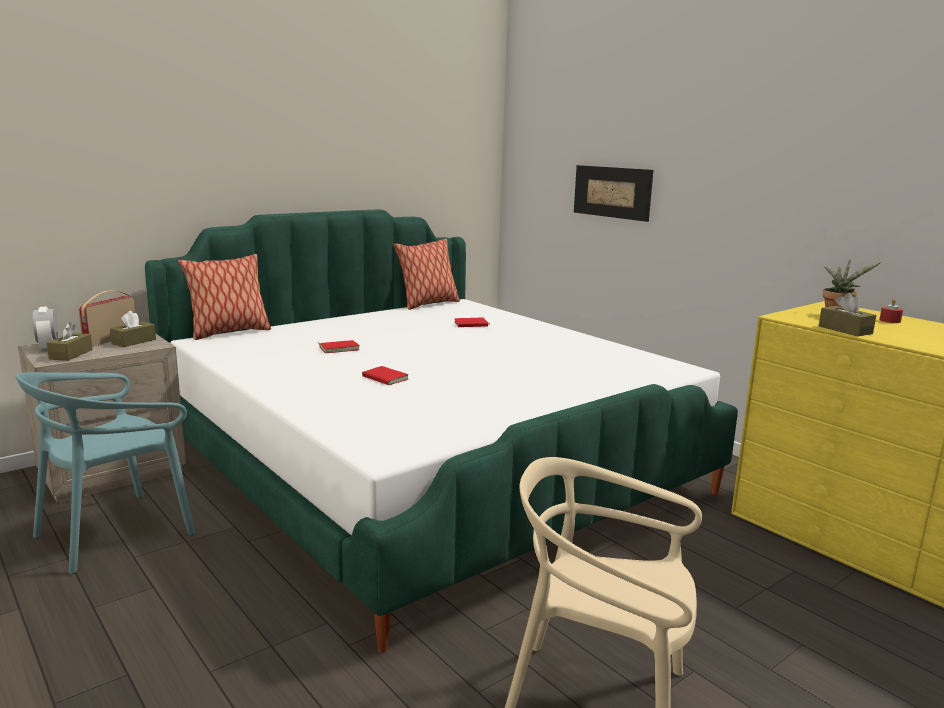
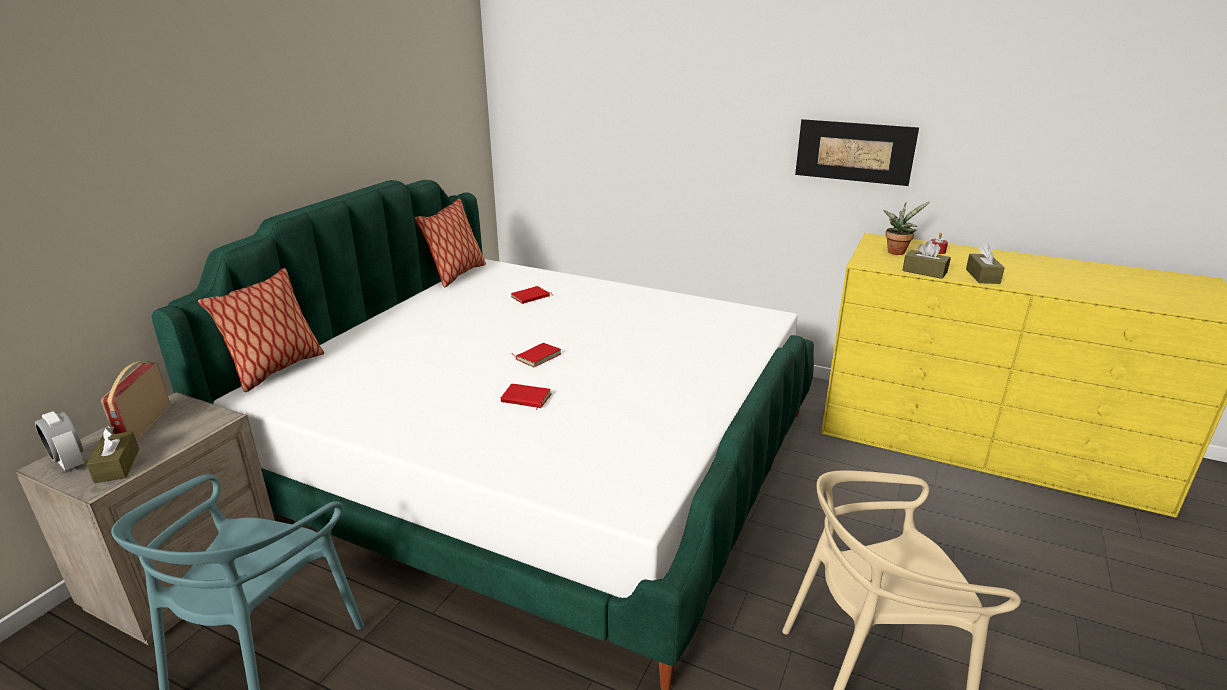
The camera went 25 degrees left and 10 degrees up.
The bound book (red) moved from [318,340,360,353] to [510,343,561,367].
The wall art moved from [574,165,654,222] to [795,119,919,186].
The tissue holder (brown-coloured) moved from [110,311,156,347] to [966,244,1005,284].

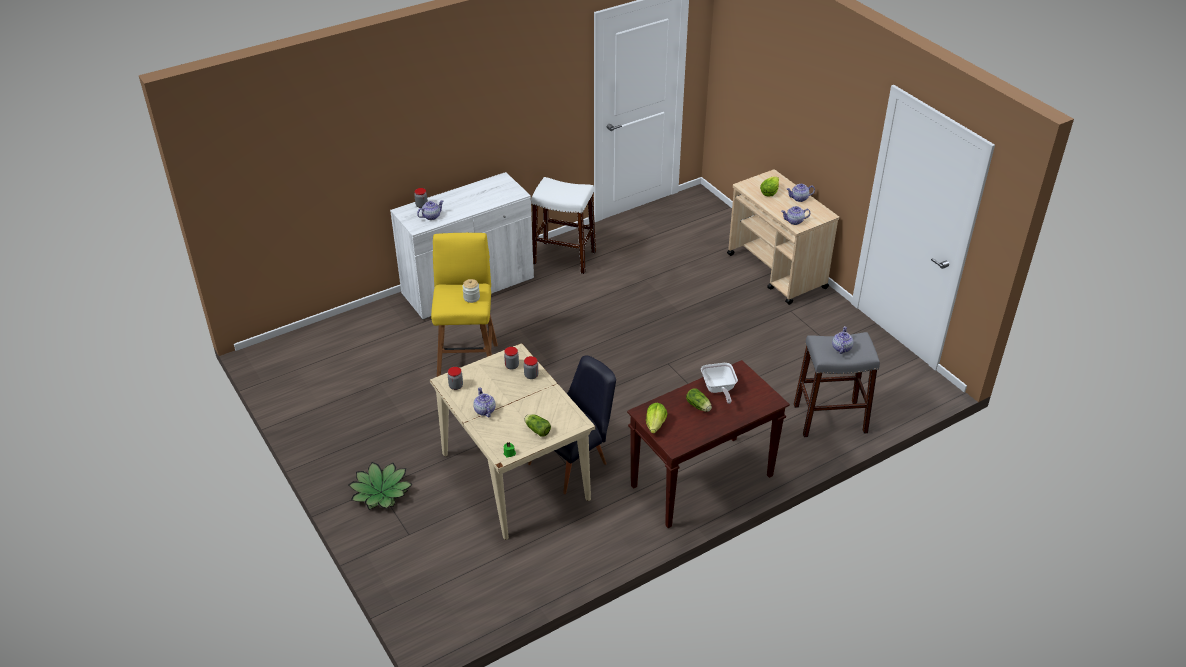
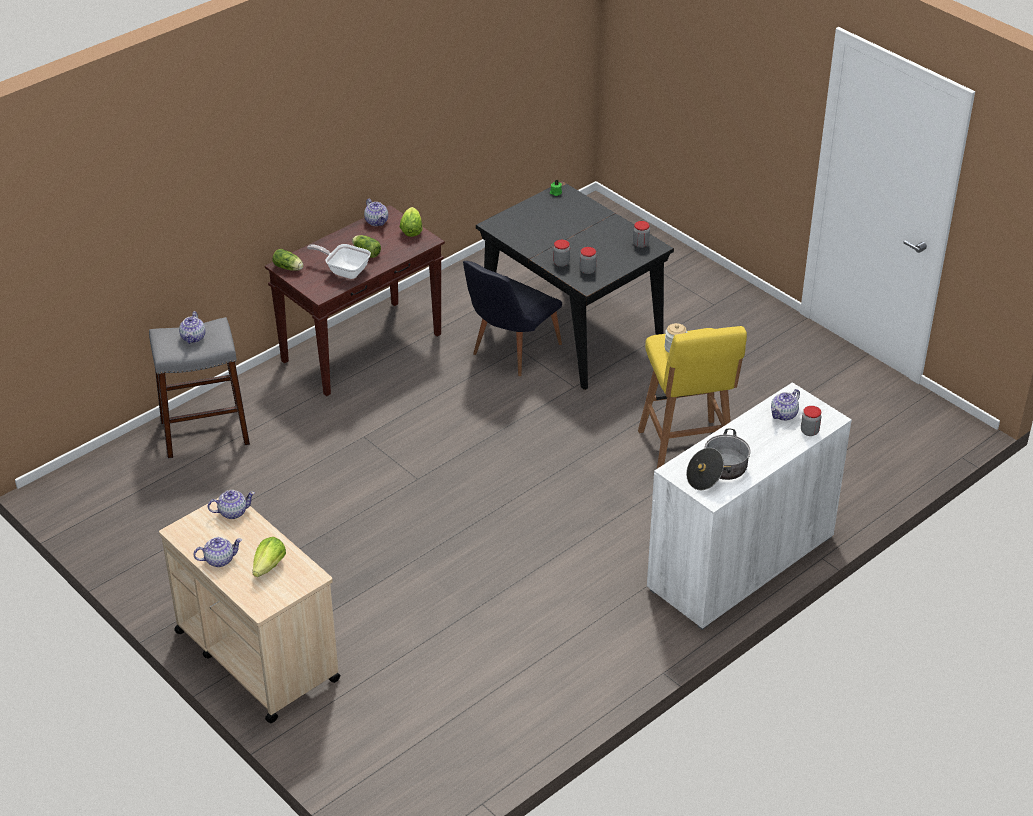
The camera went 170 degrees right and 0 degrees up.
The lettuce head moved from [524,414,551,437] to [272,249,304,271].
The skillet at [701,363,738,404] turned 45 degrees counterclockwise.
The teapot moved from [473,387,496,418] to [364,199,388,226].
The dining table (sand-coloured) at [430,343,595,540] became the dining table (black) at [476,181,674,390].
The stockpot at [686,428,750,490] appeared.
The plant in a pot at [348,462,413,510] disappeared.
The stool seat (white) at [531,177,596,274] disappeared.

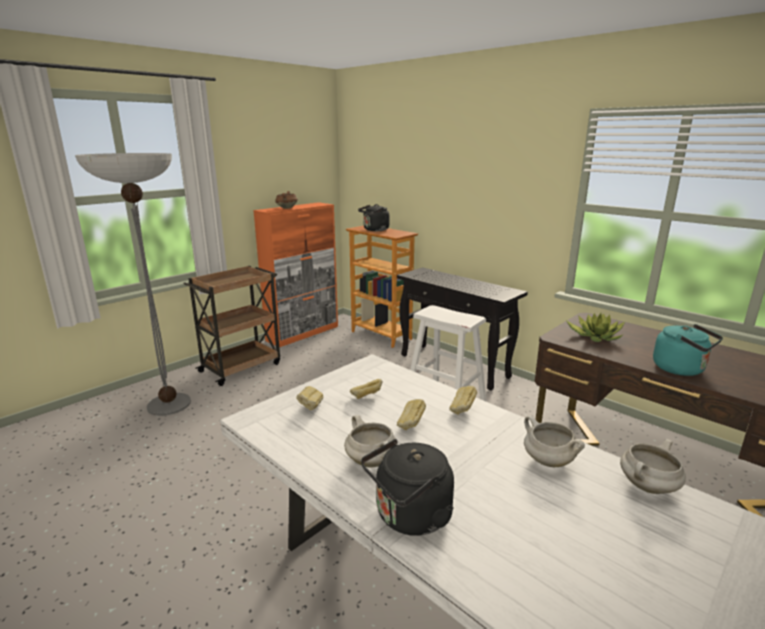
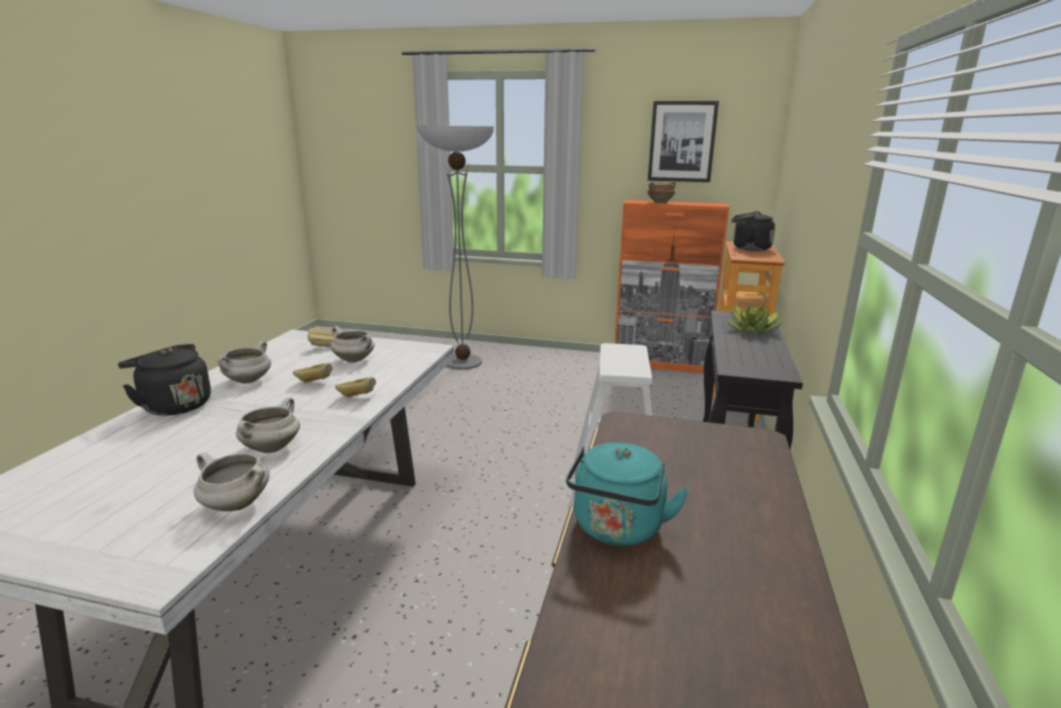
The camera went 60 degrees right and 0 degrees up.
The bakery bread at [350,379,383,399] was replaced by the stockpot (white) at [330,326,375,362].
The wall art at [648,101,719,182] appeared.
The plant in a pot moved from [566,313,625,342] to [725,304,784,334].
The cart (brown-coloured) at [183,266,280,386] disappeared.

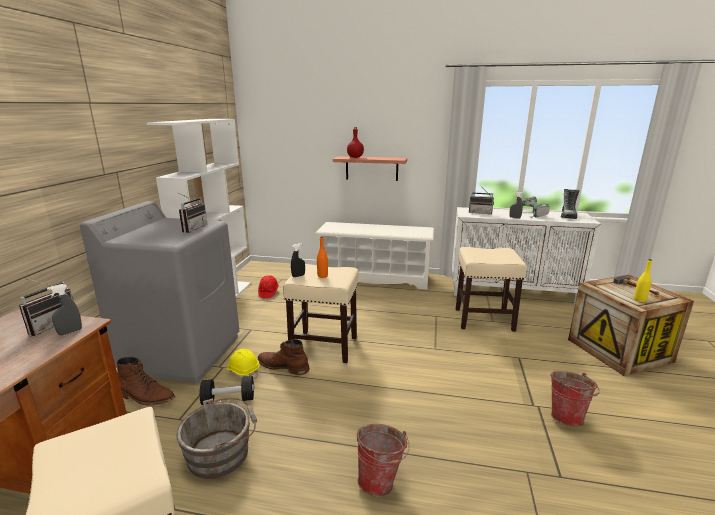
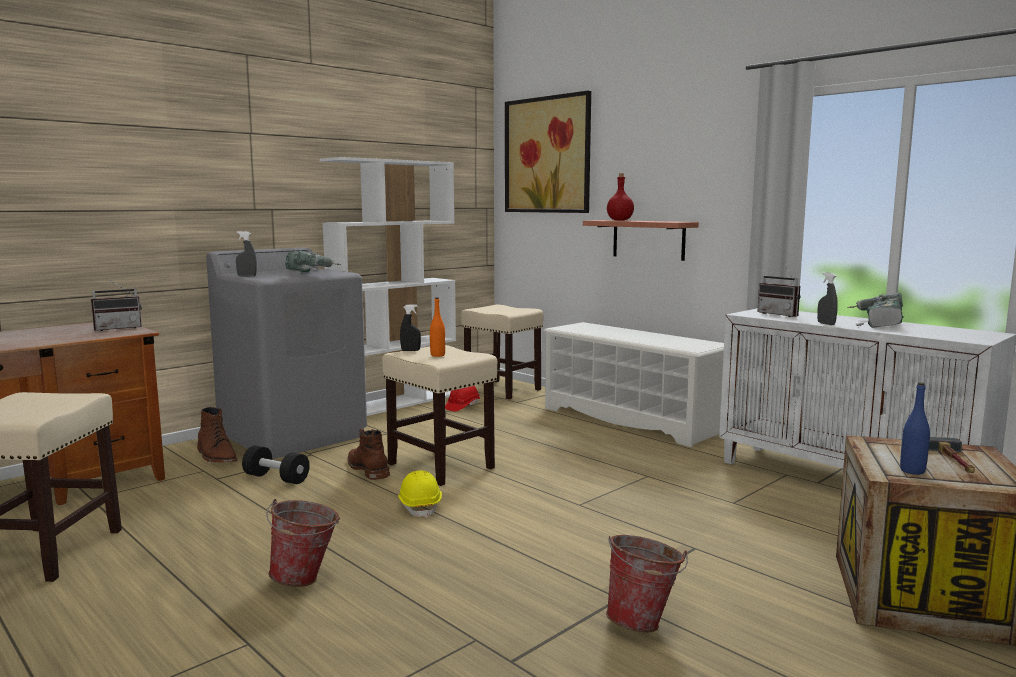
The camera went 35 degrees right and 10 degrees down.
The spray bottle (greyish) moved from [47,284,82,335] to [236,231,257,276].
The radio receiver at [179,194,207,233] was replaced by the drill at [285,251,341,272].
The hard hat (yellow-coloured) moved from [226,349,259,378] to [398,470,442,518].
The stool seat (sand-coloured) moved from [456,247,527,332] to [461,305,543,399].
The wall art at [505,91,591,213] appeared.
The drink bottle (yellow-coloured) at [634,259,652,302] became the drink bottle (bluish) at [900,382,930,475].
The pail (greyish) at [177,398,257,479] disappeared.
The boot at [561,189,579,219] disappeared.

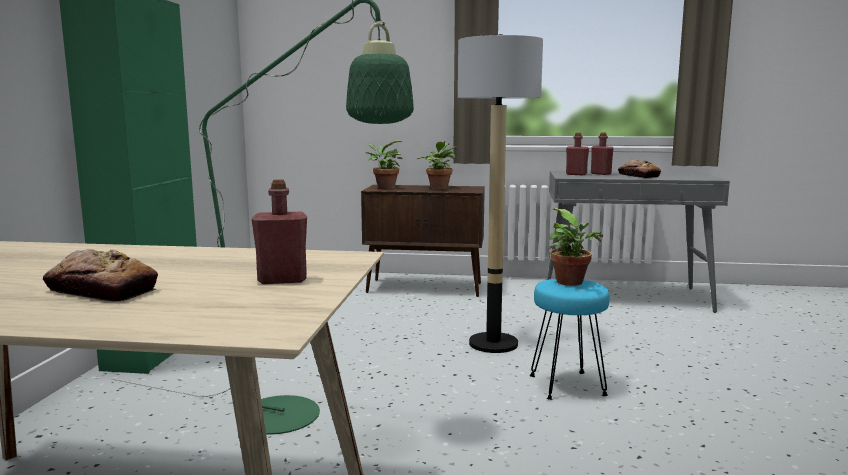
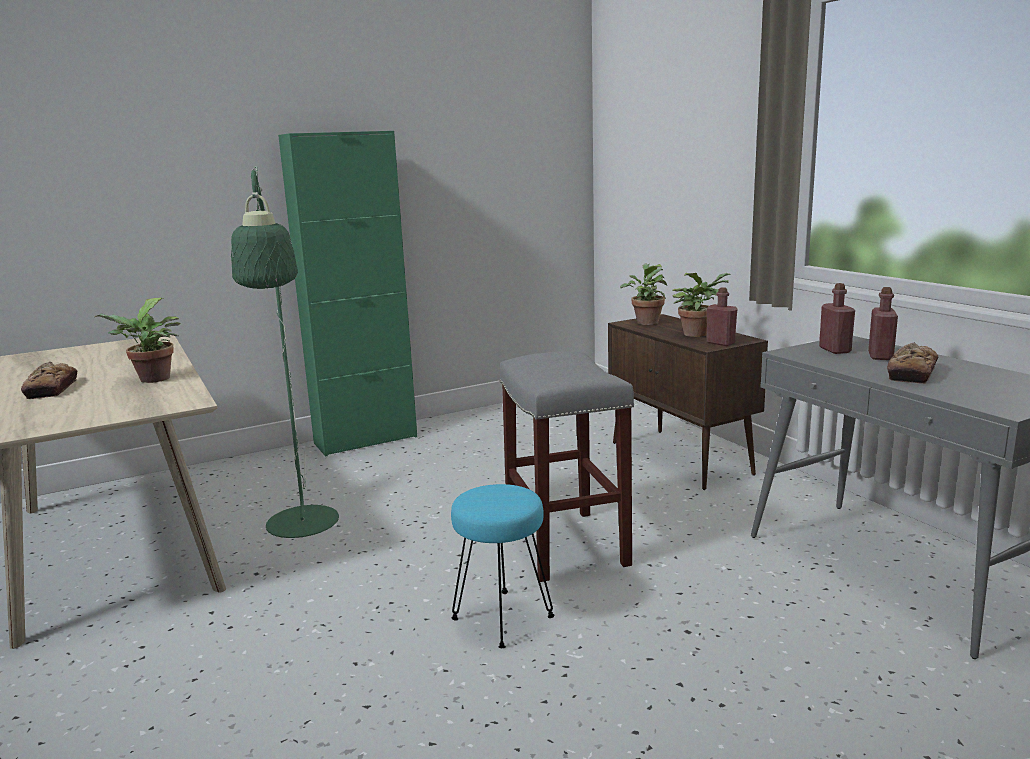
The camera went 55 degrees right and 5 degrees up.
The plant in a pot moved from [548,208,603,286] to [95,298,180,383].
The standing lamp at [458,34,543,353] was replaced by the stool seat (greyish) at [499,351,634,582].
The drink bottle (red) moved from [252,179,307,284] to [707,287,737,346].

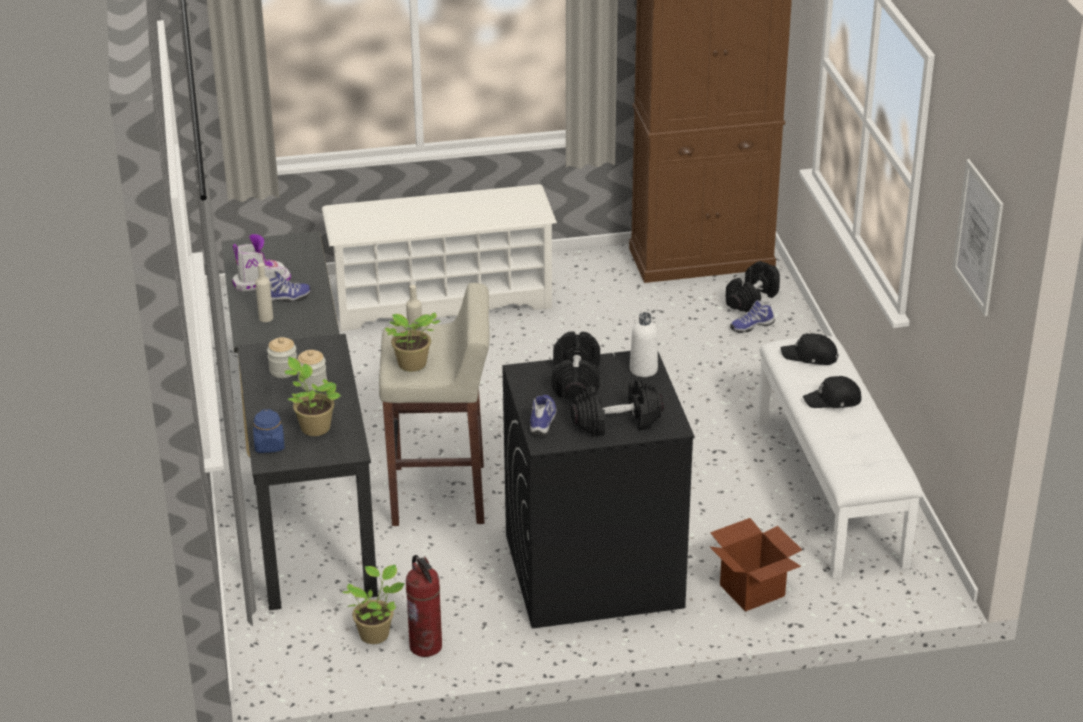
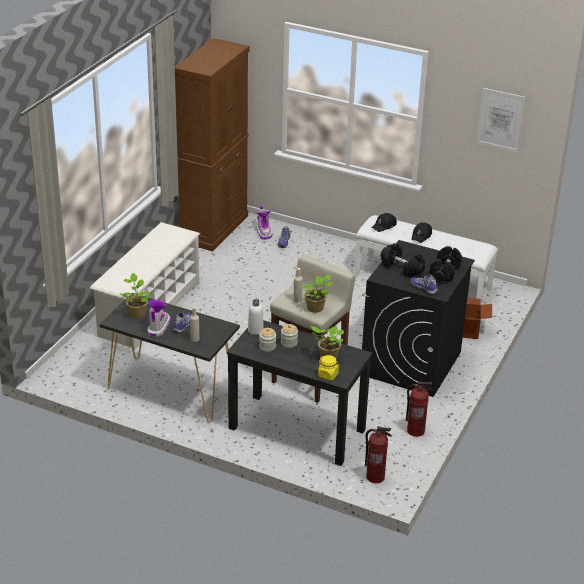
The camera went 55 degrees left and 0 degrees up.
The plant in a pot moved from [342,565,405,644] to [120,273,151,319].
The drink bottle (white) moved from [630,312,658,377] to [248,299,264,335].
The dumbbell (black) at [725,261,780,312] was replaced by the boot at [256,206,272,240].
The jar (bluish) at [253,409,285,453] became the jar (yellow-coloured) at [318,355,340,380].
The fire-fighting cylinder at [365,426,392,483] appeared.

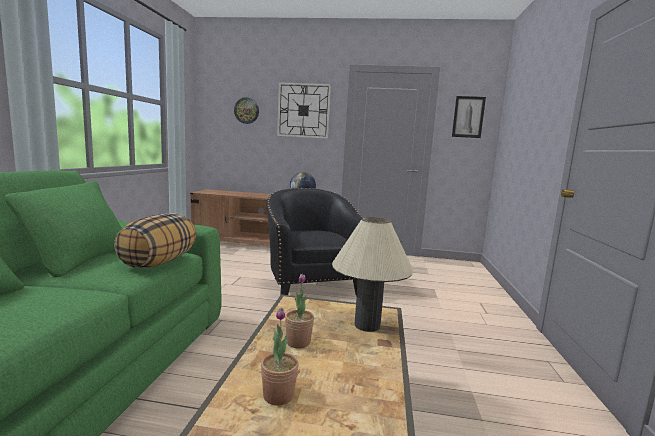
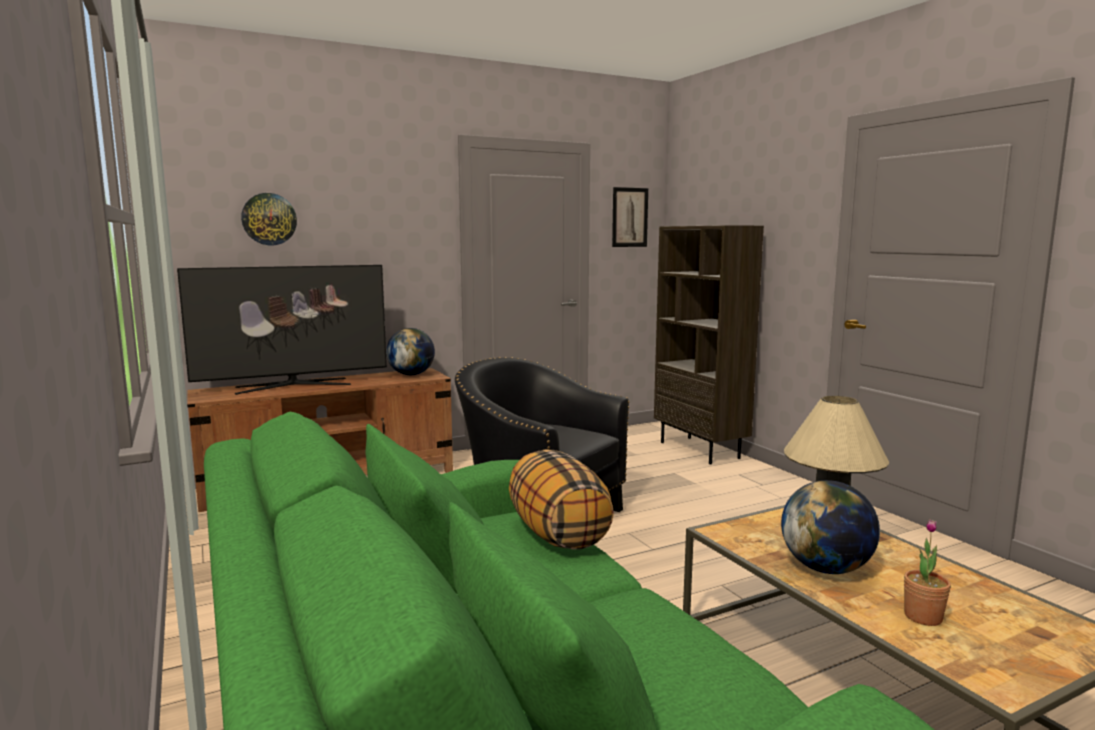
The camera went 35 degrees left and 0 degrees up.
The TV set at [177,265,387,395] appeared.
The bookcase (brown-coloured) at [654,225,764,464] appeared.
The plant in a pot at [285,274,314,349] was replaced by the desk globe at [781,480,880,574].
The clock on the wall at [277,82,331,139] disappeared.

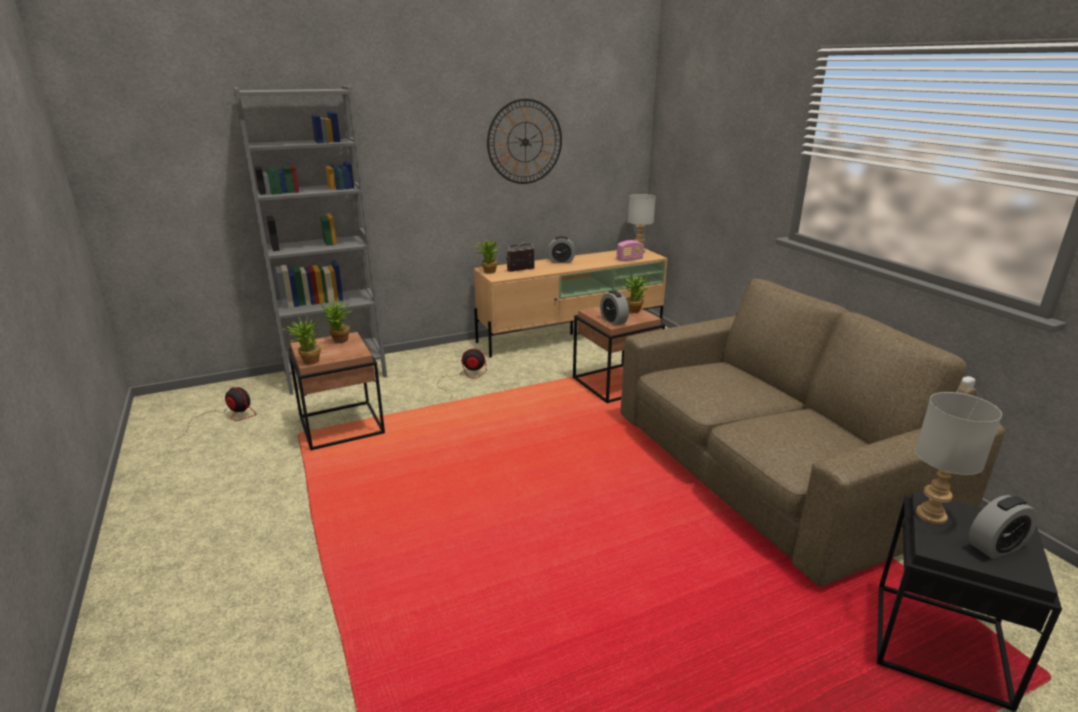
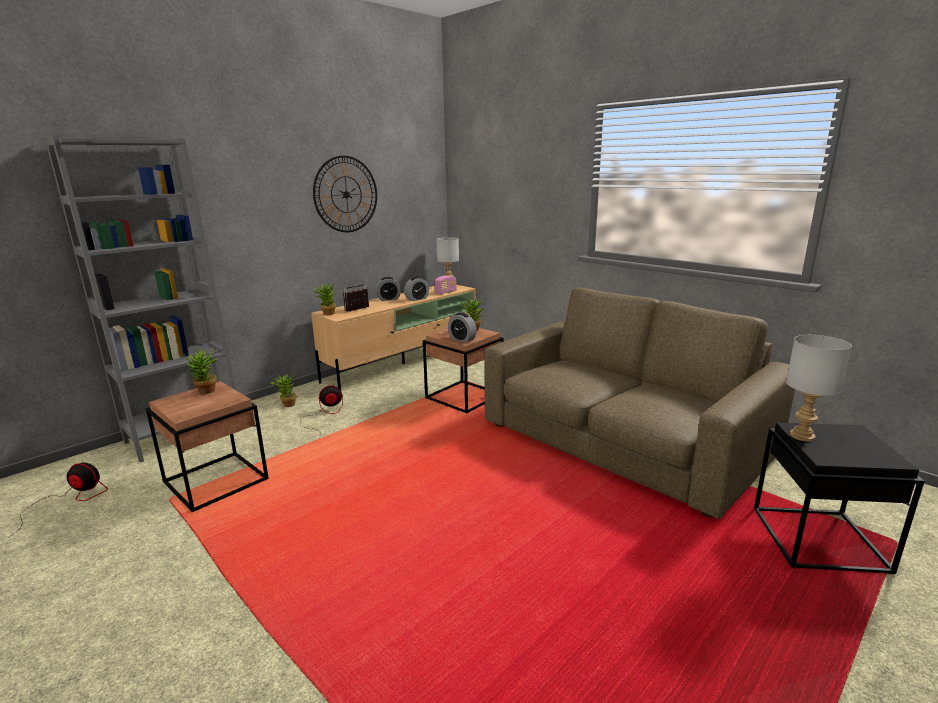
The camera went 20 degrees left and 5 degrees down.
The plant in a pot moved from [283,315,321,365] to [270,373,296,407].
The bedside clock moved from [969,495,1038,559] to [404,277,429,301].

